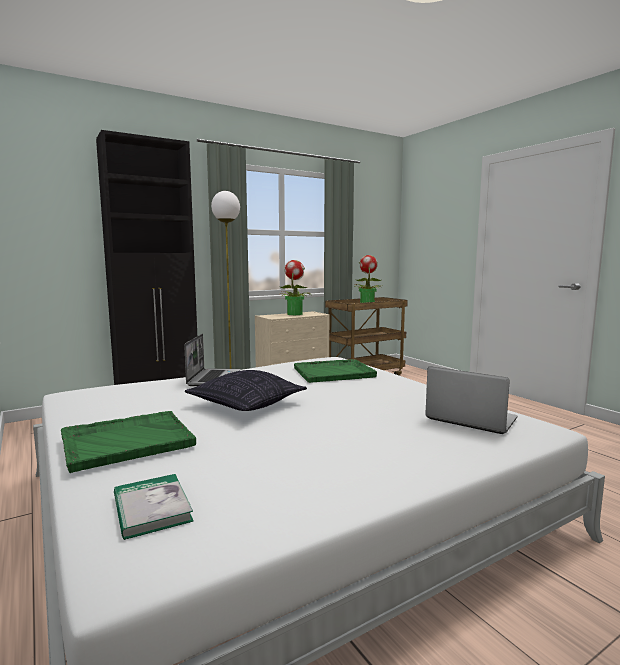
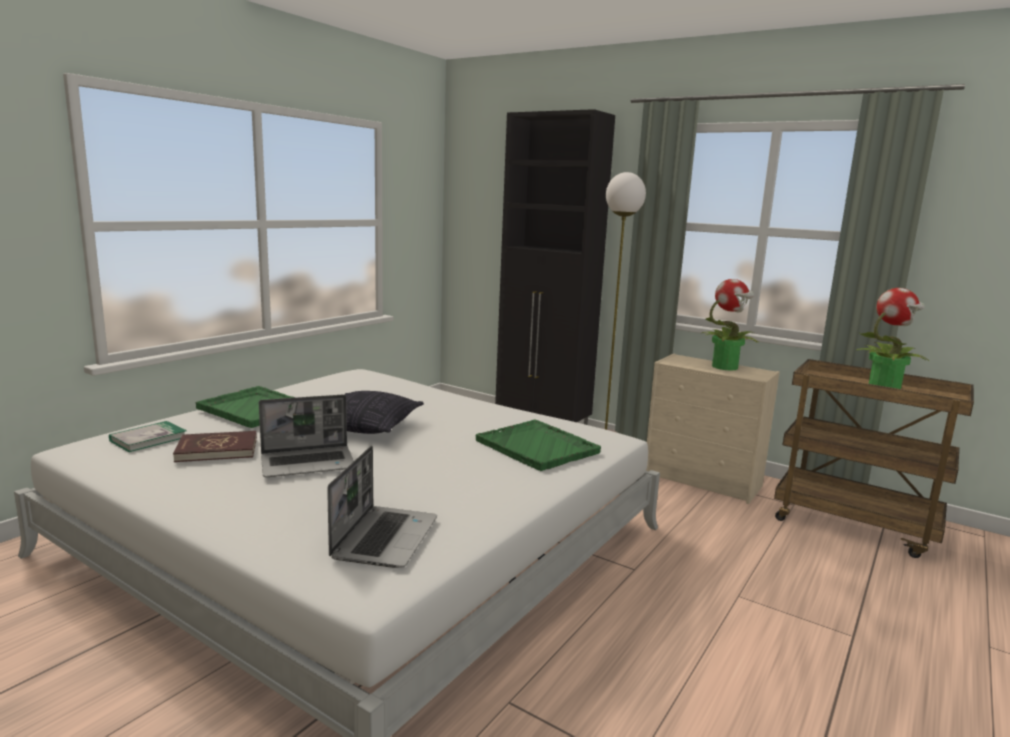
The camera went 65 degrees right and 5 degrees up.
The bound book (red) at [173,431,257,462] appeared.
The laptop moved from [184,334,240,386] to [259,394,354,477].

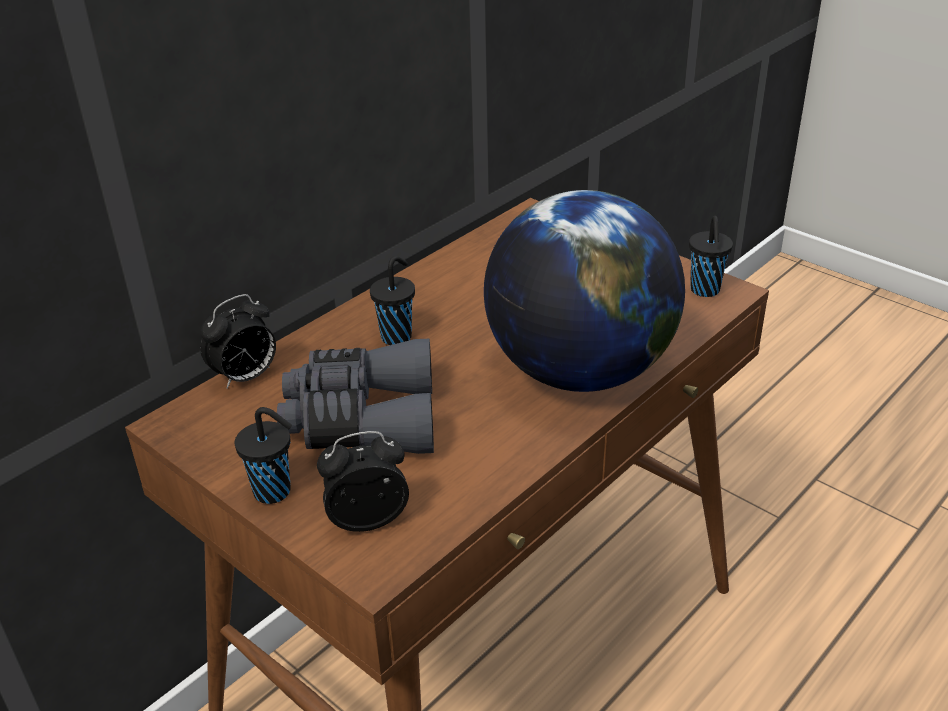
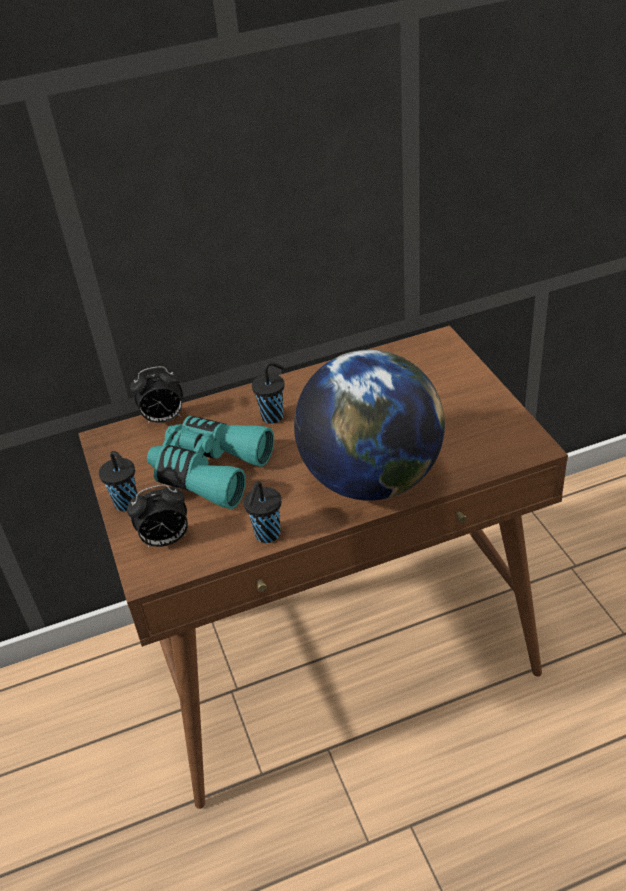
The camera went 30 degrees right and 5 degrees up.
The bedside clock at [317,431,409,532] turned 150 degrees clockwise.
The pair of binoculars (greyish) at [277,339,434,454] became the pair of binoculars (turquoise) at [147,416,274,509].
The cup (black) moved from [689,216,733,297] to [244,481,281,543].

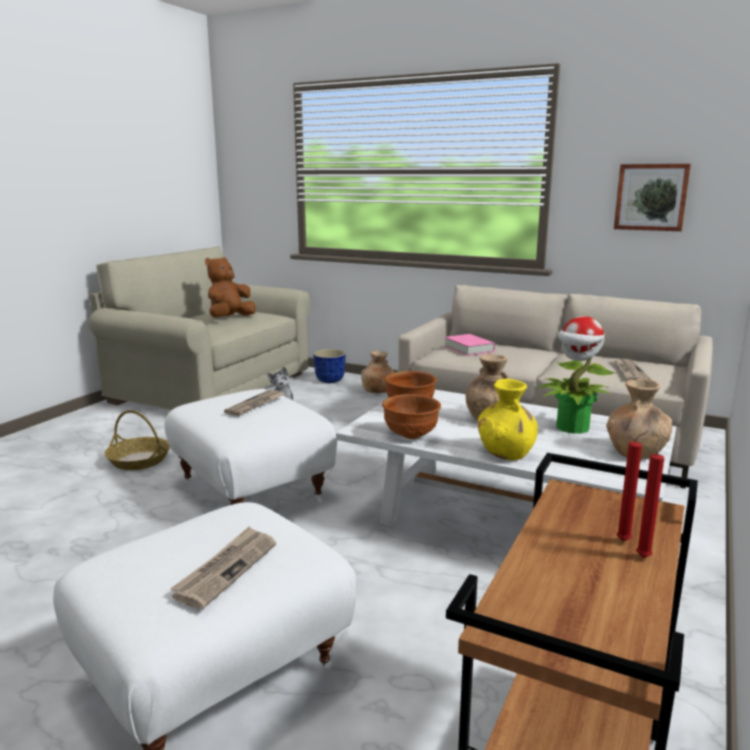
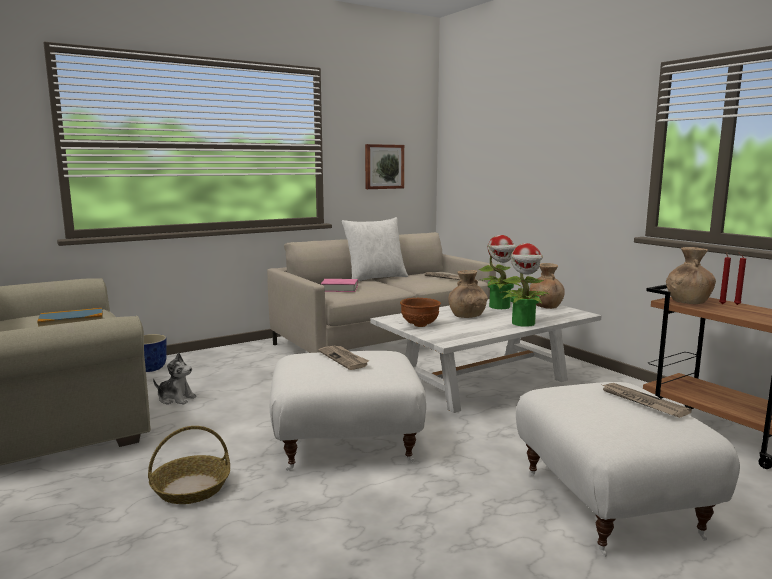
The camera went 60 degrees left and 5 degrees down.
The plush toy (brown-coloured) at [205,257,256,318] was replaced by the bound book at [37,308,103,327].
The pillow (white) at [342,217,408,281] appeared.
The decorative vase (yellow-coloured) at [478,379,538,460] was replaced by the plant in a pot at [500,243,549,327].
The decorative vase (brown-coloured) moved from [361,351,394,393] to [666,247,716,304].
The deep dish (brown-coloured) at [382,394,441,439] disappeared.

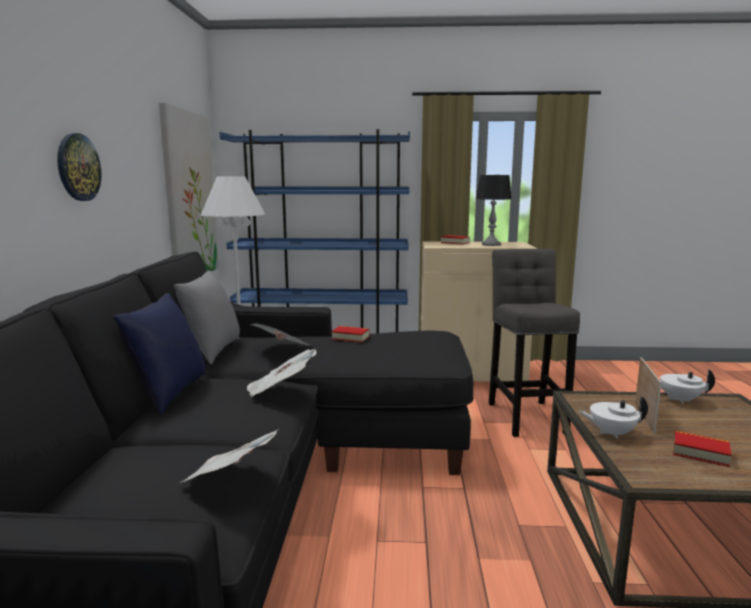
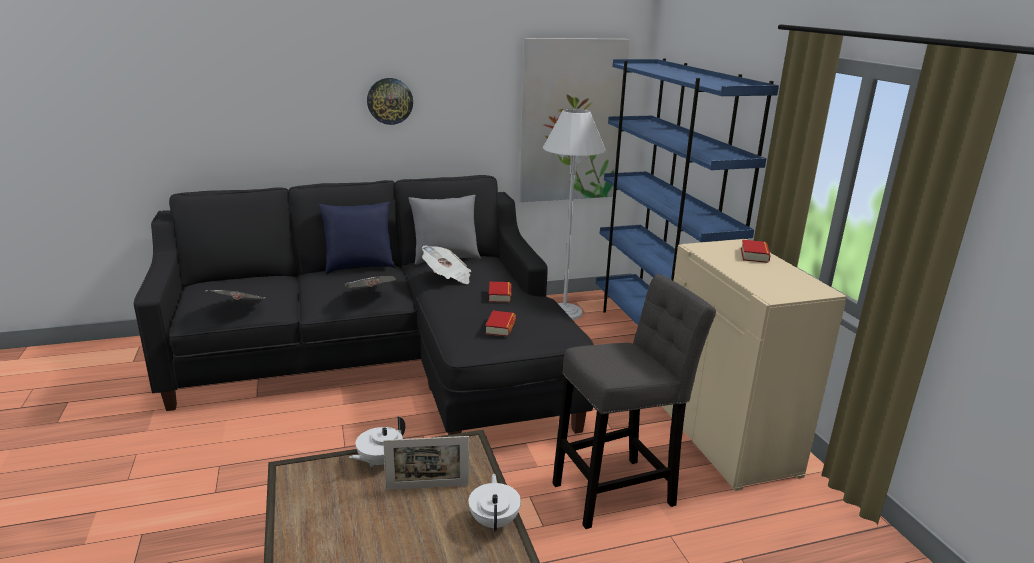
The camera went 70 degrees right and 10 degrees up.
The teapot (white) at [579,396,648,439] turned 120 degrees counterclockwise.
The bound book moved from [673,431,731,467] to [485,311,516,337].
The tabletop lamp at [476,175,512,246] disappeared.

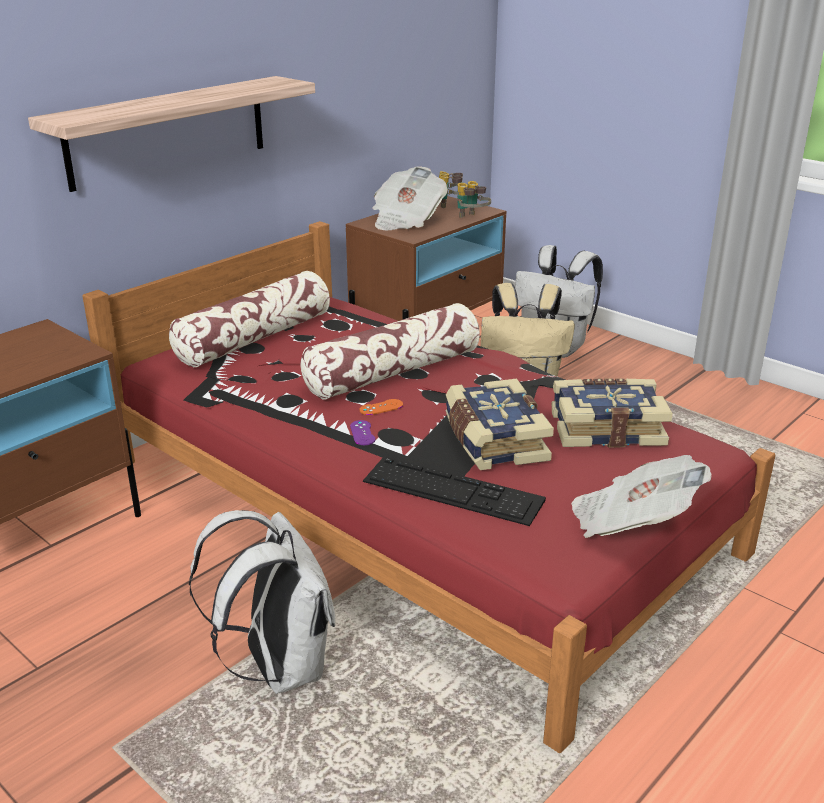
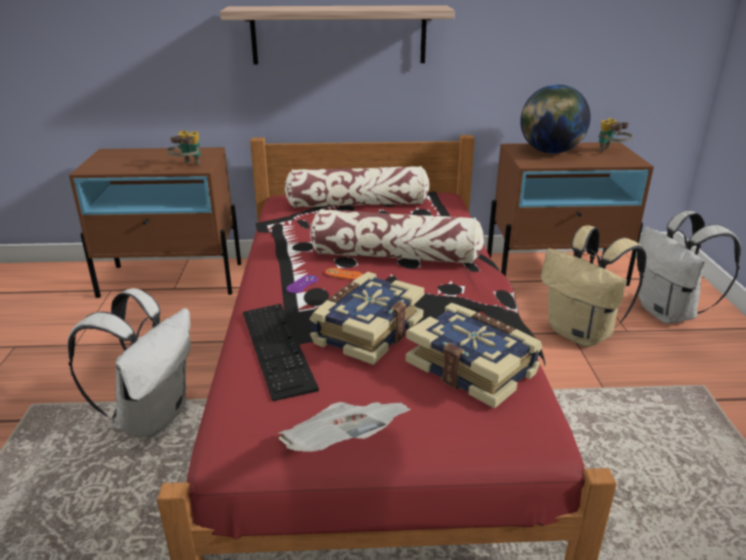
The camera went 45 degrees right and 0 degrees up.
The pair of binoculars moved from [457,181,491,218] to [167,131,201,165].
The newspaper at [372,166,448,230] was replaced by the desk globe at [520,84,591,154].

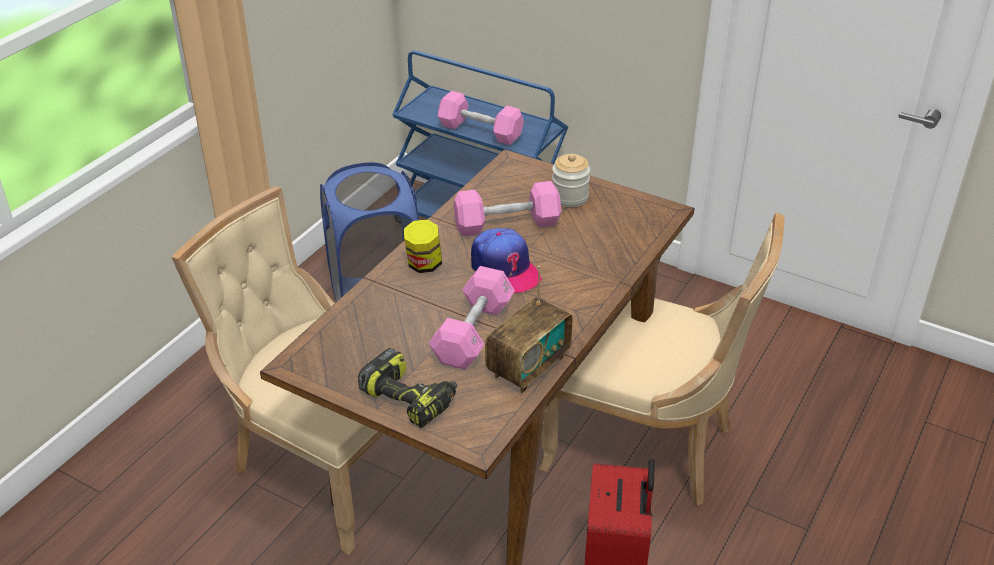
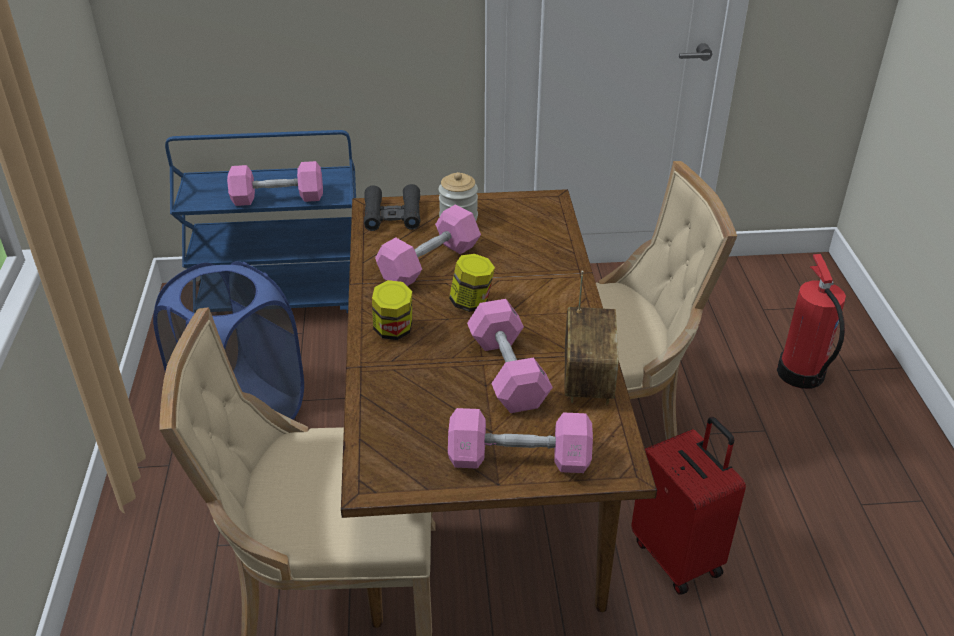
The camera went 35 degrees left and 0 degrees up.
The pair of binoculars (black) at [364,184,421,231] appeared.
The drill at [358,348,457,428] was replaced by the dumbbell (pinkish) at [448,408,593,473].
The peaked cap at [471,228,542,293] was replaced by the jar at [449,254,495,312].
The fire-fighting cylinder at [777,253,846,389] appeared.

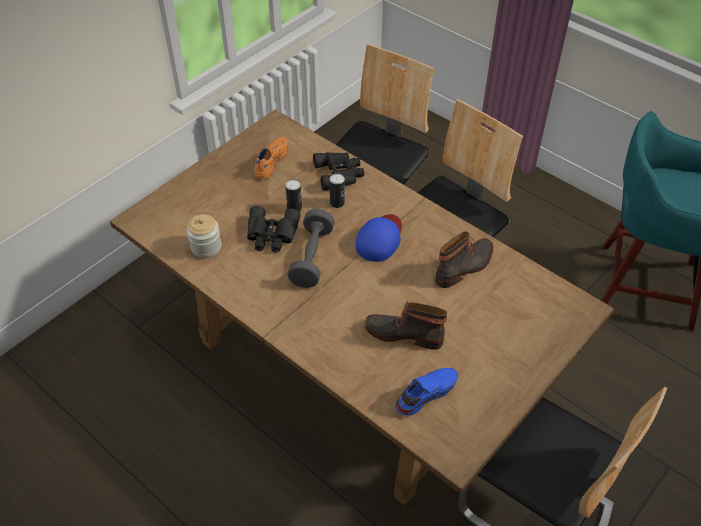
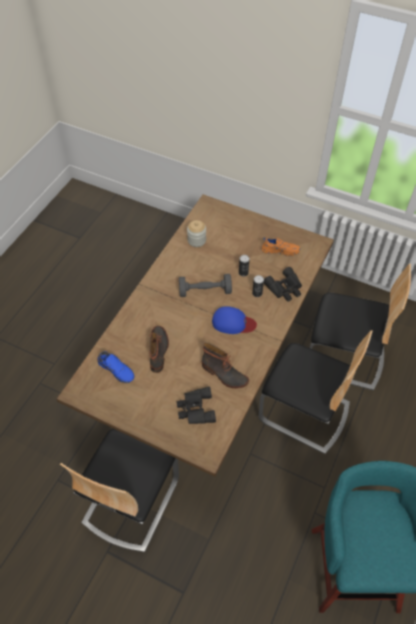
The camera went 75 degrees right and 5 degrees up.
The pair of binoculars (black) moved from [247,206,301,252] to [177,386,216,424].

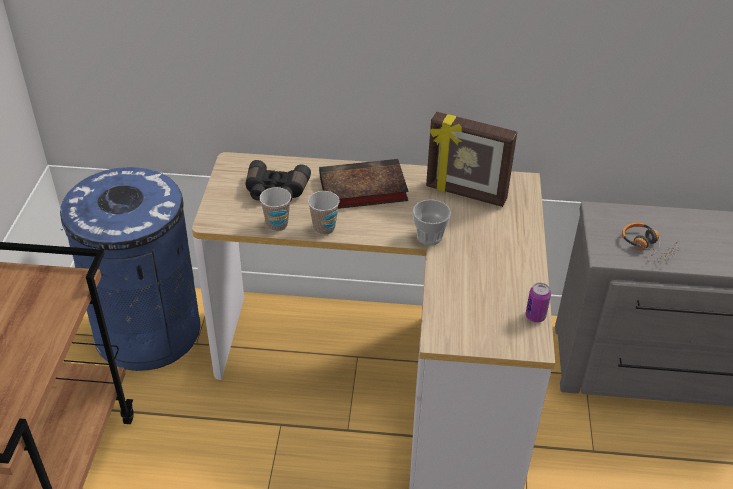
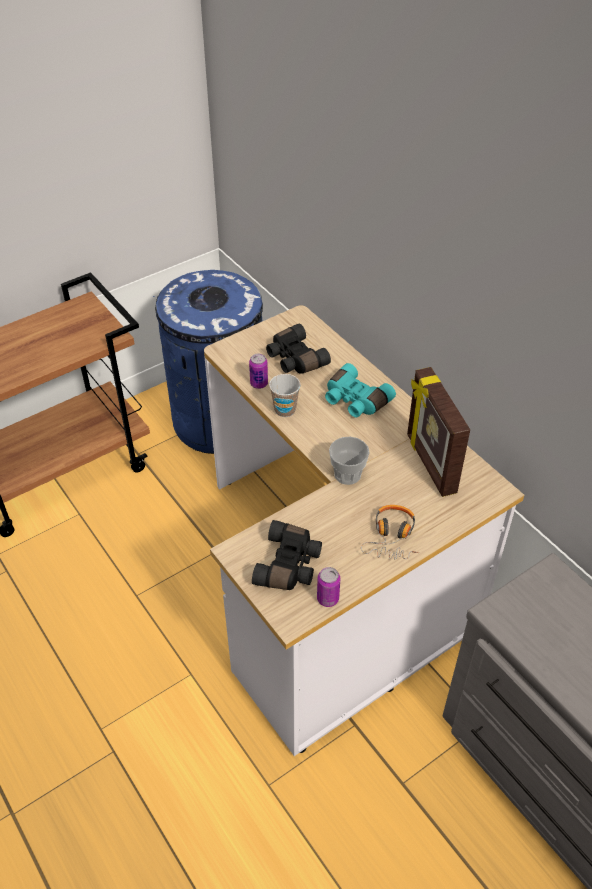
The camera went 50 degrees right and 5 degrees up.
The cup at [259,187,291,231] was replaced by the metal can at [249,354,268,389].
The pair of binoculars (black) at [252,520,322,590] appeared.
The bound book at [319,159,409,209] was replaced by the pair of binoculars (turquoise) at [325,363,396,417].
The headphones moved from [622,222,680,265] to [361,505,419,559].

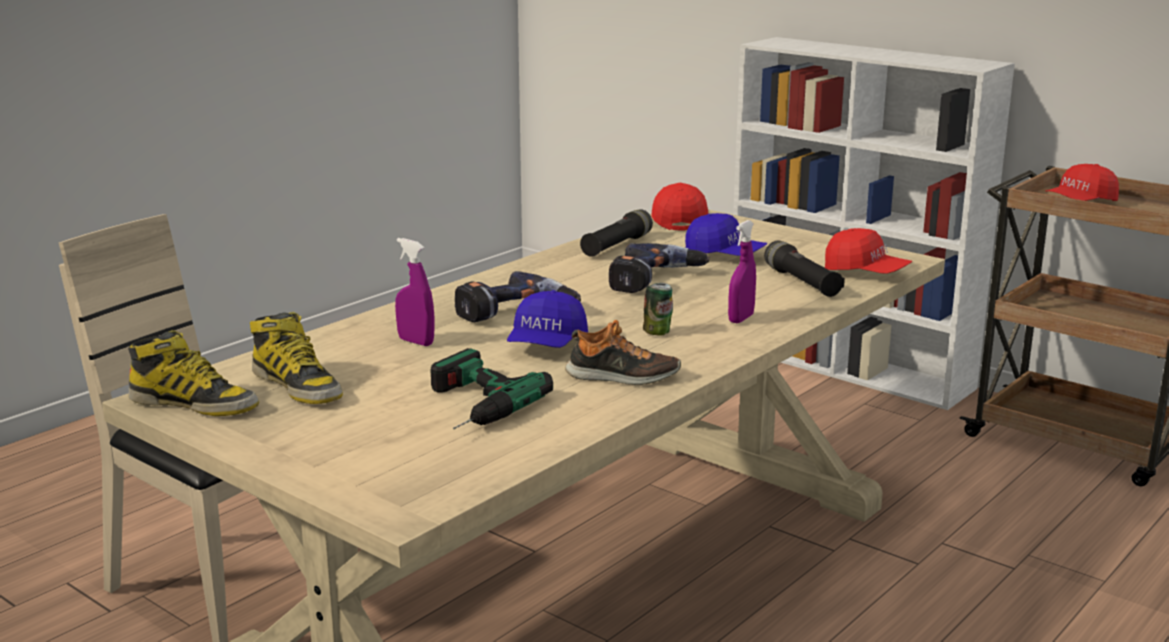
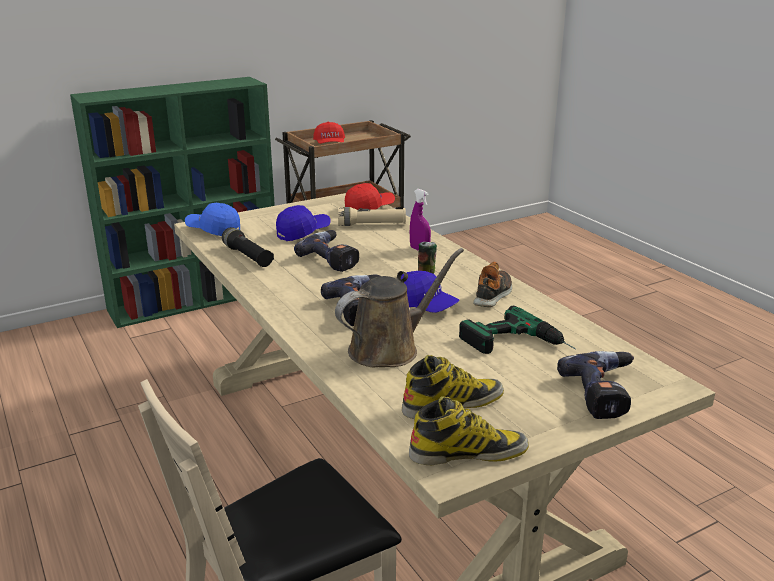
The camera went 70 degrees left and 5 degrees up.
The bookcase (white) at [733,37,1015,410] became the bookcase (greenish) at [70,77,275,328].
The peaked cap (red) at [652,183,708,231] became the peaked cap (bluish) at [185,203,240,236].
The spray bottle (purplish) at [395,238,435,346] was replaced by the watering pot (brown-coloured) at [335,248,464,367].
The hand torch (black) at [764,241,845,297] became the hand torch (sand-coloured) at [338,207,406,226].
The boot at [128,330,259,416] turned 45 degrees clockwise.
The drill at [557,351,634,419] appeared.

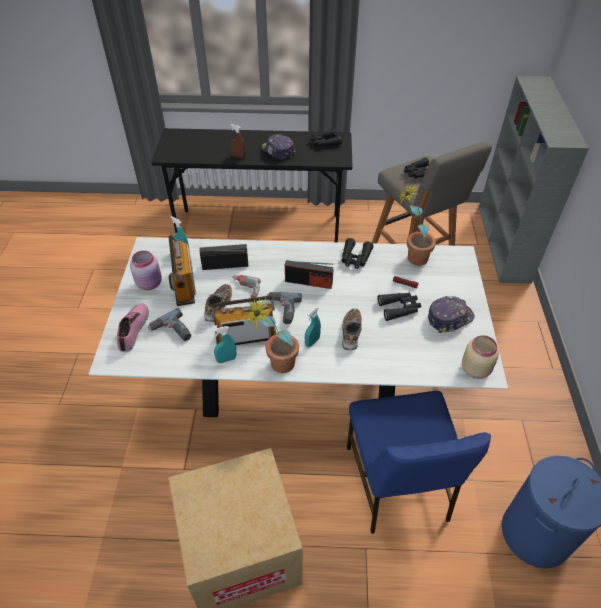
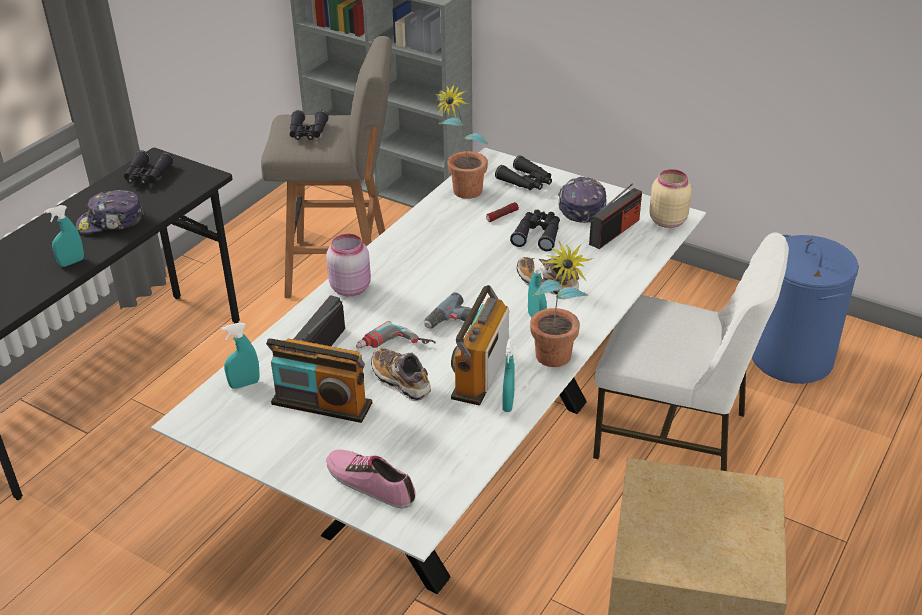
The camera went 60 degrees left and 10 degrees down.
The spray bottle (brown-coloured) at [230,124,245,158] became the spray bottle (turquoise) at [46,205,84,267].
The jar (pinkish) moved from [130,251,162,290] to [326,234,371,296].
The pair of binoculars (black) moved from [341,238,373,269] to [495,155,552,190].
The radio receiver moved from [285,260,333,289] to [589,183,642,249].
The chair (bluish) at [347,391,491,534] became the chair (white) at [593,232,789,471].
The drill at [148,308,191,341] disappeared.

